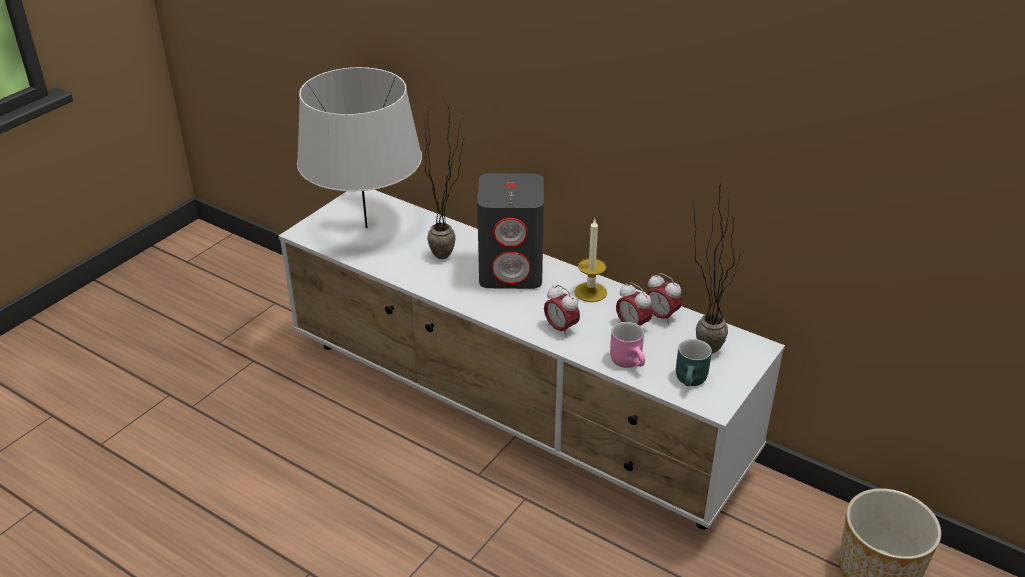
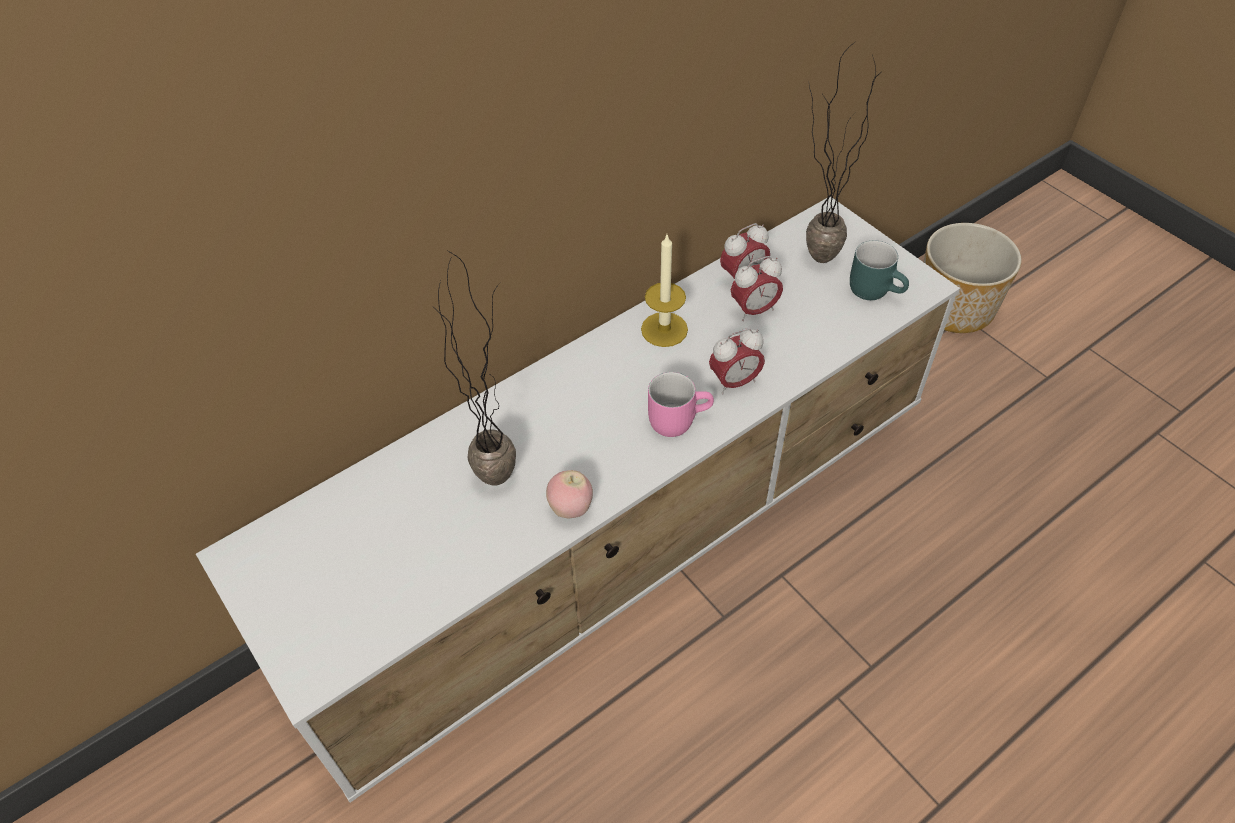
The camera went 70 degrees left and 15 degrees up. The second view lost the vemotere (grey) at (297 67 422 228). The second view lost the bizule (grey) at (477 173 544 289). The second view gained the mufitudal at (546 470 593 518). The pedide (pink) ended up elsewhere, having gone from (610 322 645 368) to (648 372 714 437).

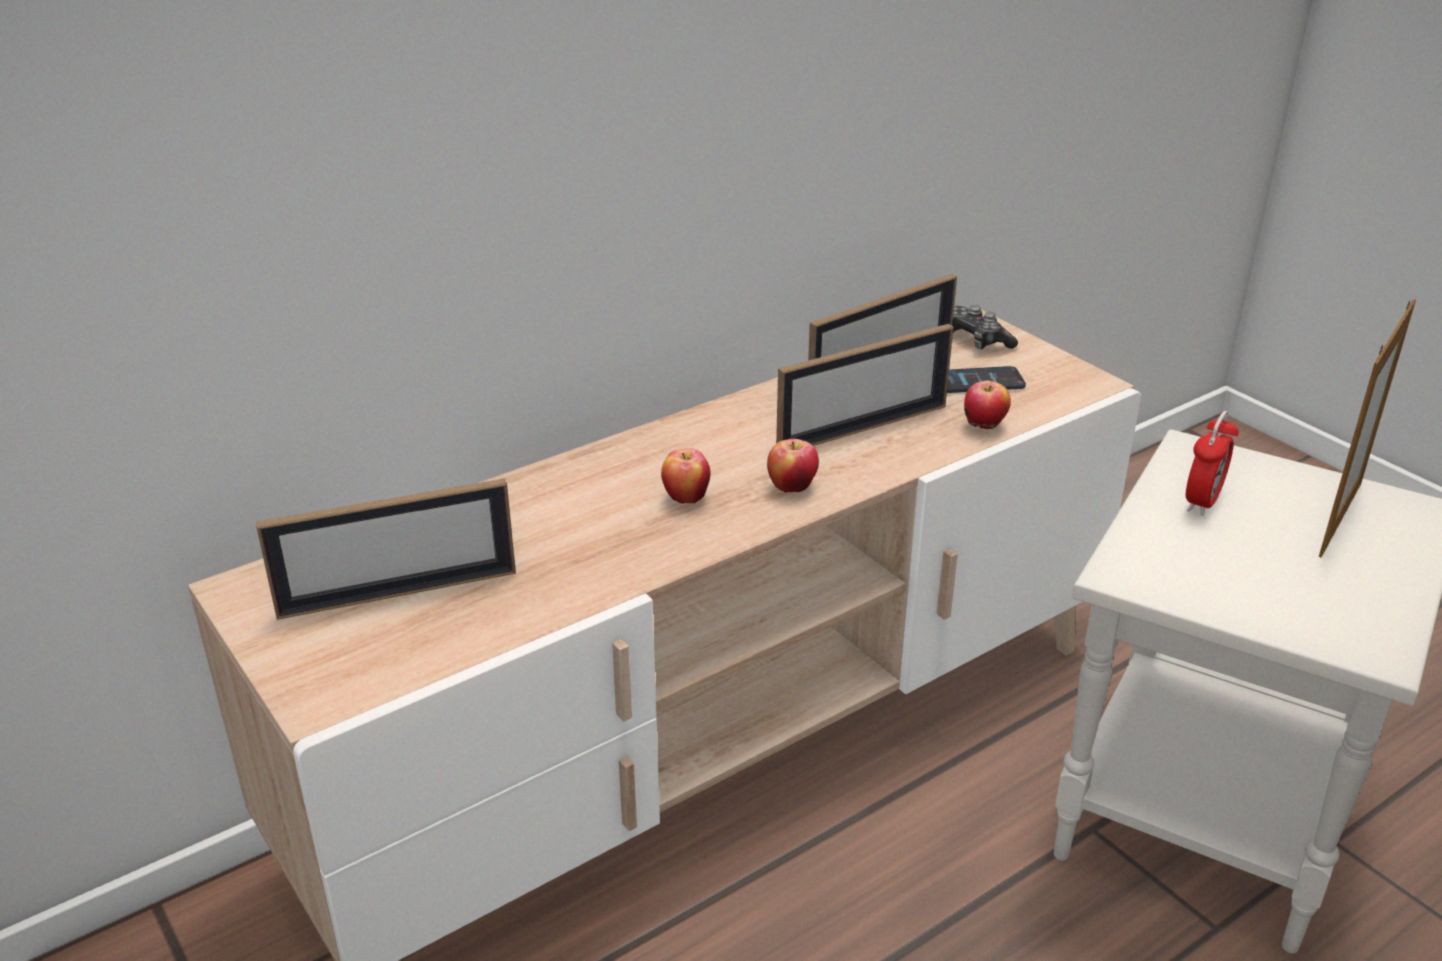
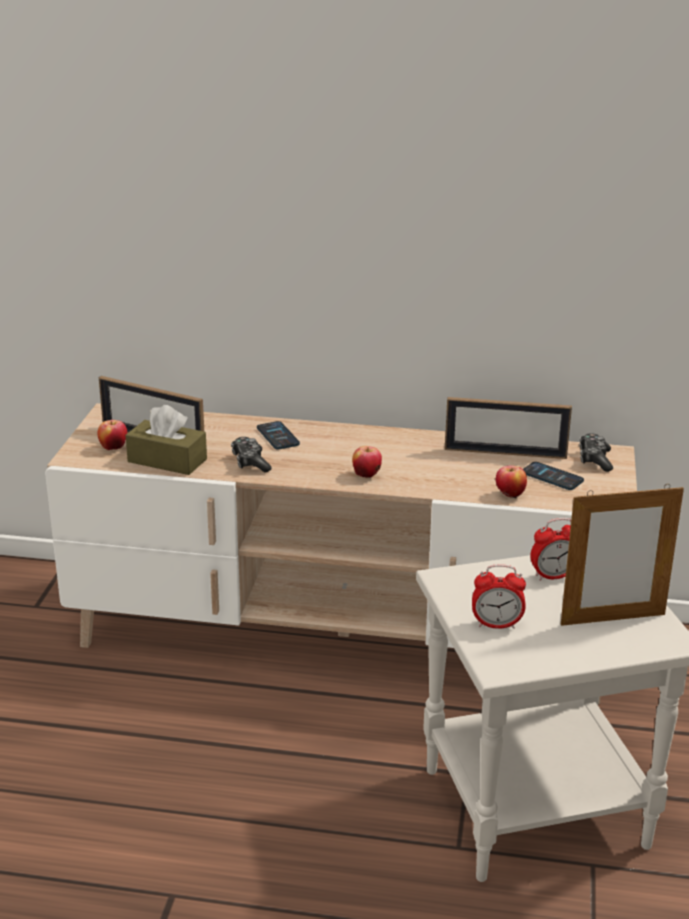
The camera went 45 degrees right and 5 degrees down. The second view lost the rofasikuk at (776 324 953 446). The second view gained the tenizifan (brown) at (126 405 207 475). The second view gained the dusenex at (231 437 272 472). The second view gained the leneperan at (257 421 300 450). The second view gained the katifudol at (472 564 526 629). The mufitudal ended up elsewhere, having gone from (661 448 710 504) to (98 420 127 450).

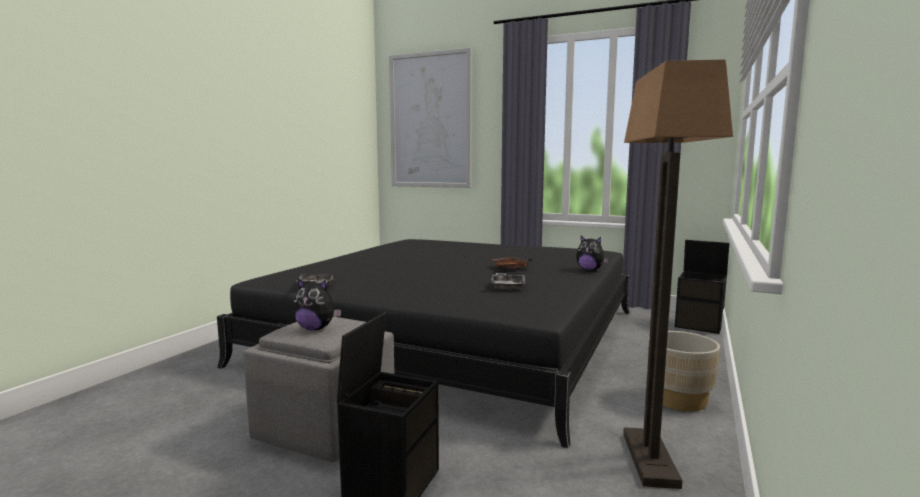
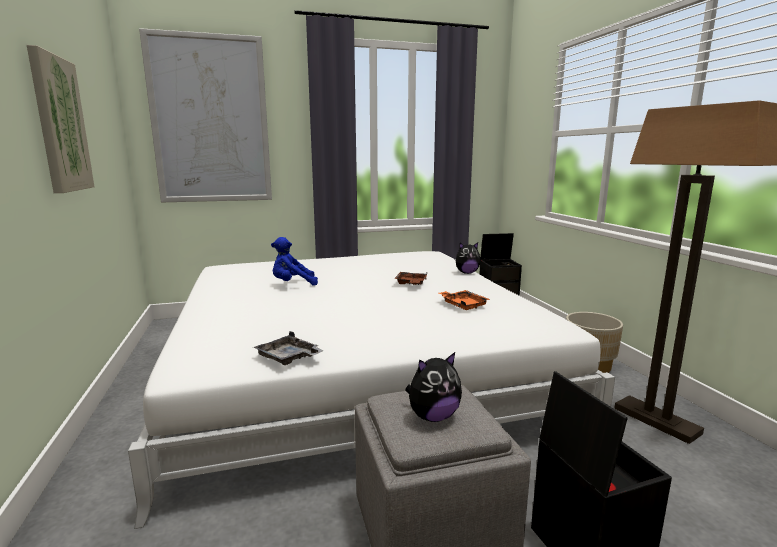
The camera went 40 degrees left and 5 degrees up. The second view gained the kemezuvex at (27 45 94 193). The second view gained the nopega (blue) at (271 237 318 286). What was the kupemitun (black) at (217 239 630 448) turned into the kupemitun (white) at (128 251 615 529). What was the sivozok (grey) at (491 273 525 290) turned into the sivozok (orange) at (439 290 490 310).

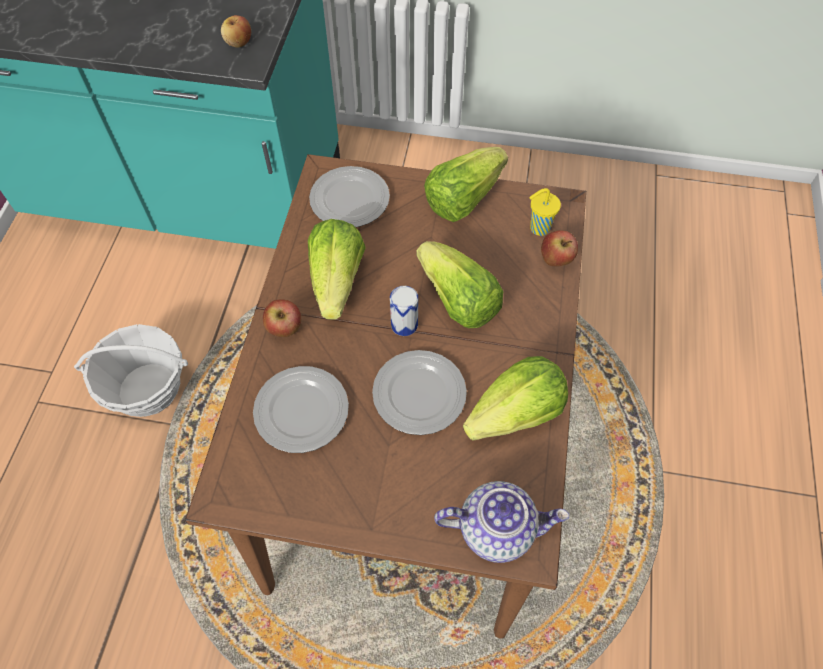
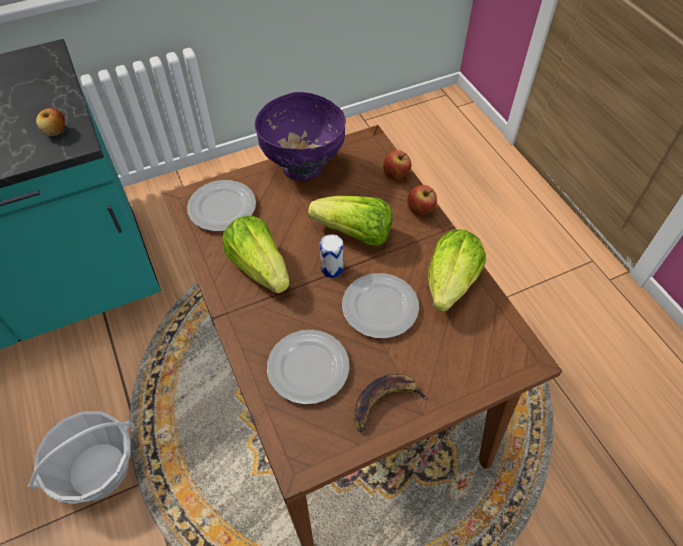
The camera went 35 degrees left and 5 degrees down. The second view lost the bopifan at (434 481 569 563). The second view lost the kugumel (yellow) at (529 188 561 236). The second view gained the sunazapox at (353 374 430 432). The mufitudal ended up elsewhere, having gone from (263 300 301 337) to (407 185 437 215). Where the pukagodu stood at (424 147 508 222), the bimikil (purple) came to stand at (255 92 346 181).

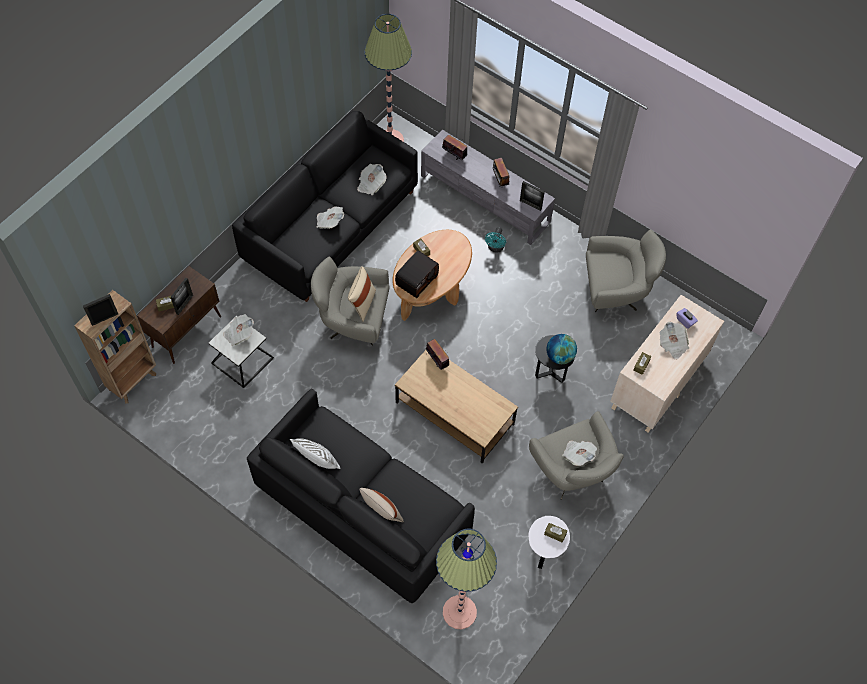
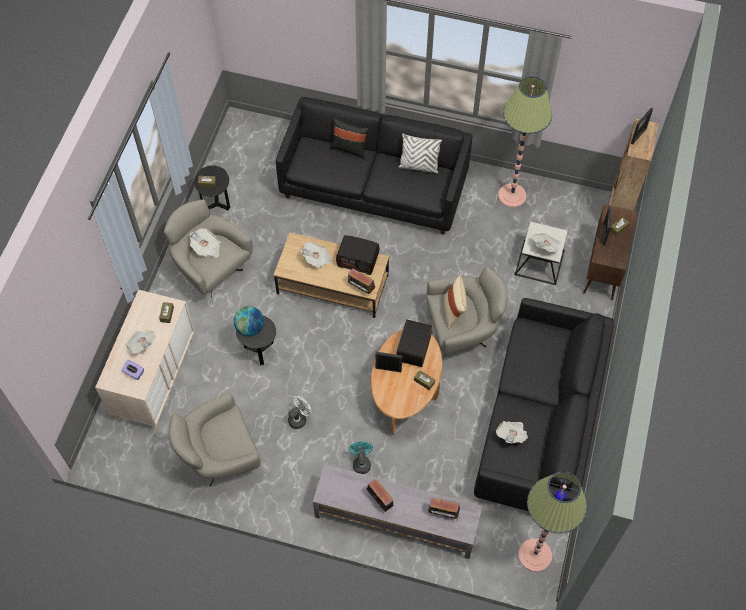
The camera went 160 degrees right and 0 degrees up. The second view gained the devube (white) at (288 396 312 429). The second view gained the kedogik at (336 235 379 275). The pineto ended up elsewhere, having gone from (317 206 344 229) to (301 242 333 268). The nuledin ended up elsewhere, having gone from (436 529 497 629) to (498 76 552 207). The rofasikuk ended up elsewhere, having gone from (520 181 545 211) to (376 352 402 372). What was the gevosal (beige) at (359 488 404 522) turned into the gevosal (black) at (330 118 369 159). What was the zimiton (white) at (528 516 570 569) turned into the zimiton (black) at (194 165 230 210).

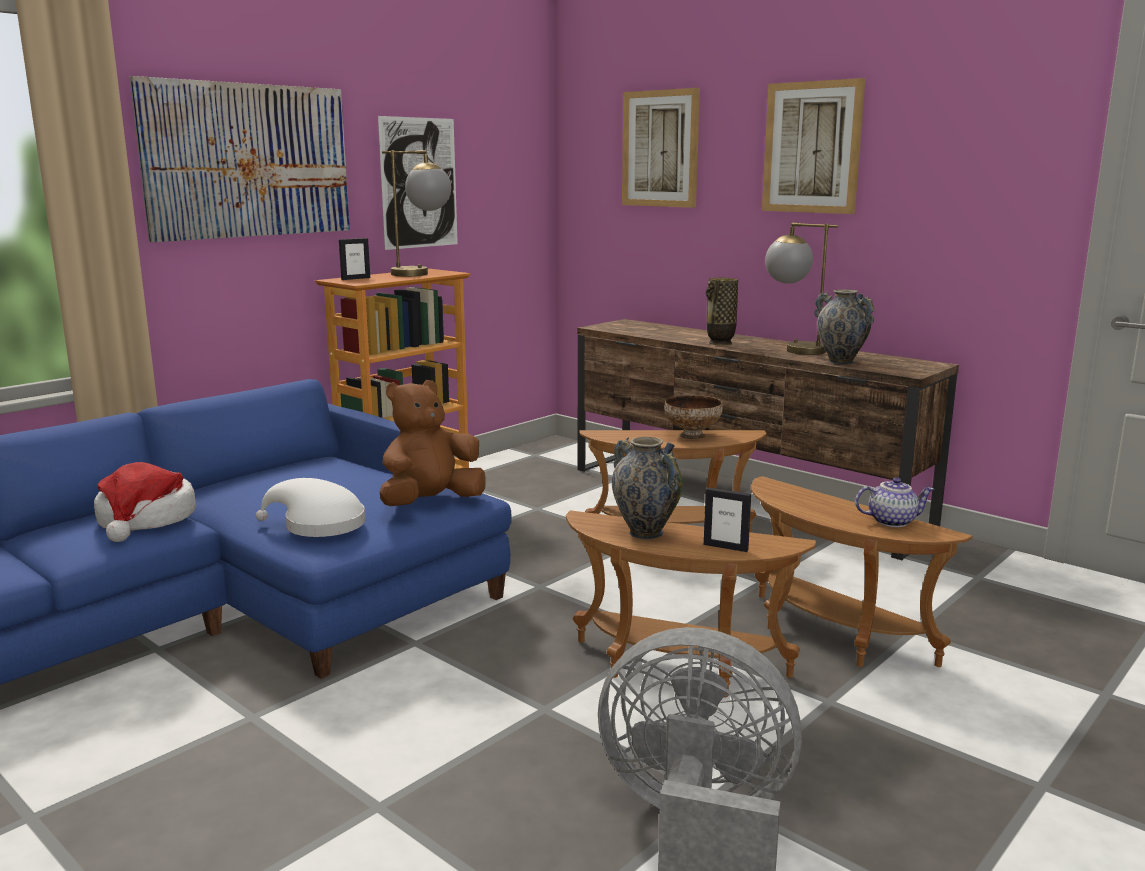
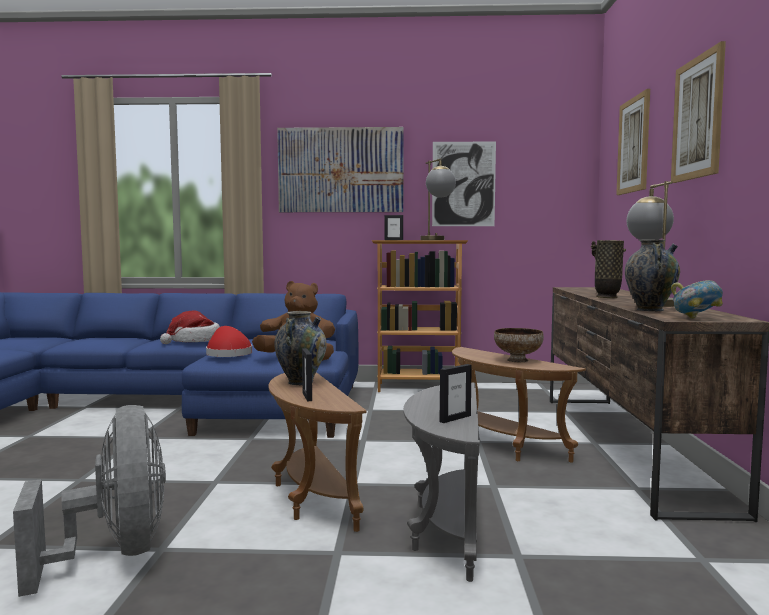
The camera went 50 degrees right and 10 degrees down. The second view gained the bimikil at (671 280 723 319). Where the bopifan stood at (855 477 934 527), the rofasikuk came to stand at (439 364 472 423). What was the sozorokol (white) at (256 478 366 537) turned into the sozorokol (red) at (206 326 252 357). What was the zimiton (brown) at (751 476 972 667) turned into the zimiton (grey) at (404 383 480 582).

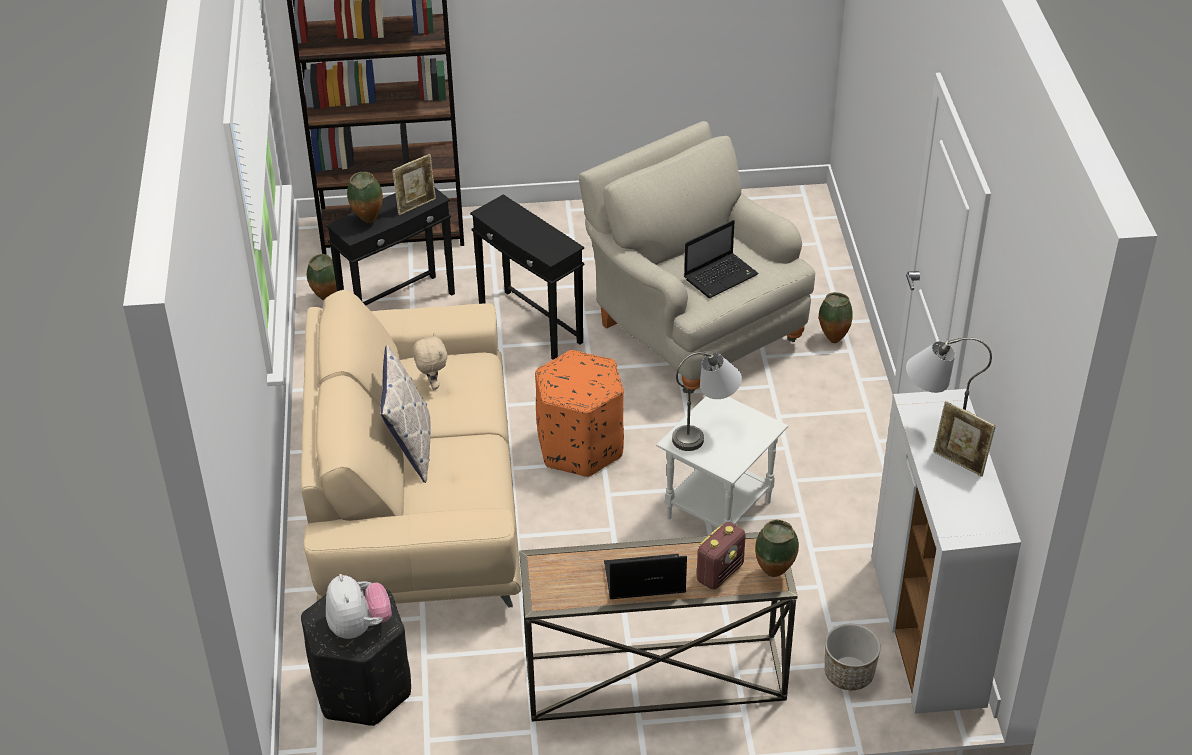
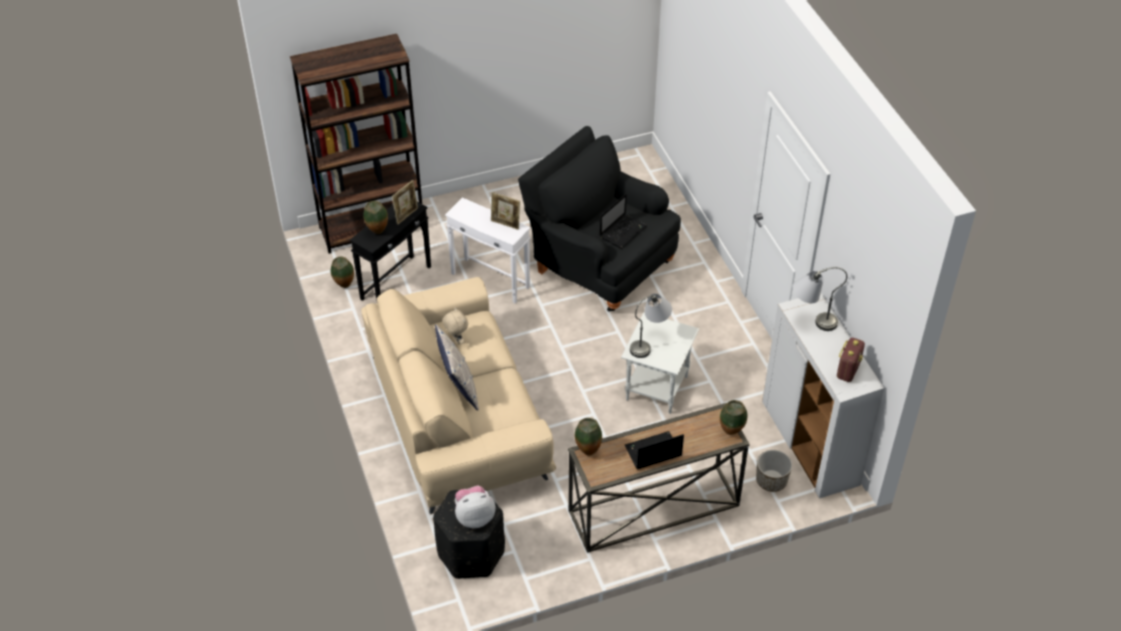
The camera went 15 degrees left and 5 degrees up. The second view lost the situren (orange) at (535 350 624 477). The kedogik ended up elsewhere, having gone from (697 522 746 590) to (837 338 865 382). The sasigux ended up elsewhere, having gone from (819 292 853 343) to (575 418 602 456). The rofasikuk ended up elsewhere, having gone from (933 401 996 477) to (491 192 520 230). What was the zimiton (black) at (470 194 585 360) turned into the zimiton (white) at (445 197 531 304). What was the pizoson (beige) at (579 121 815 394) turned into the pizoson (black) at (518 126 681 312). The nopega at (326 574 392 639) ended up facing another way, 75 degrees counterclockwise from before.

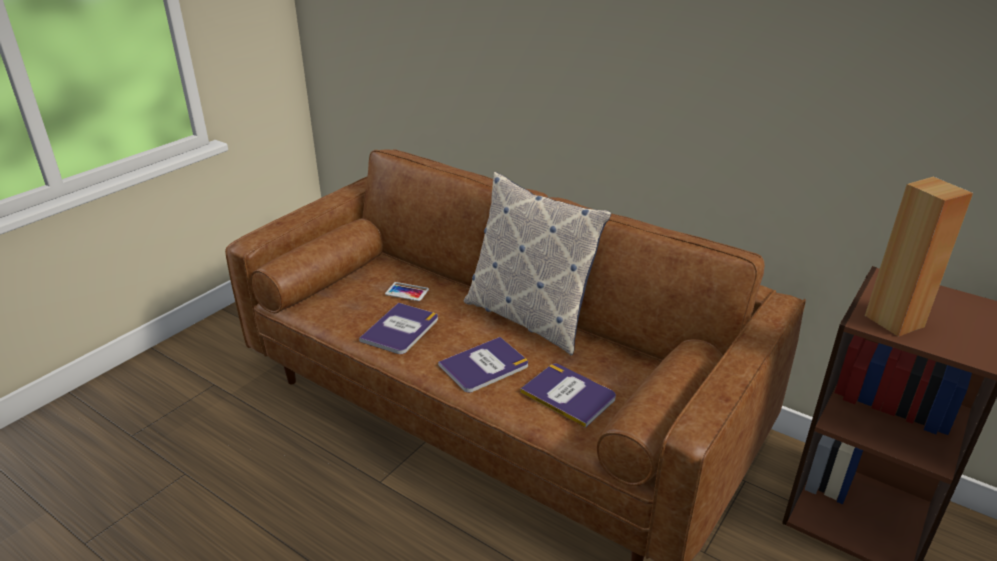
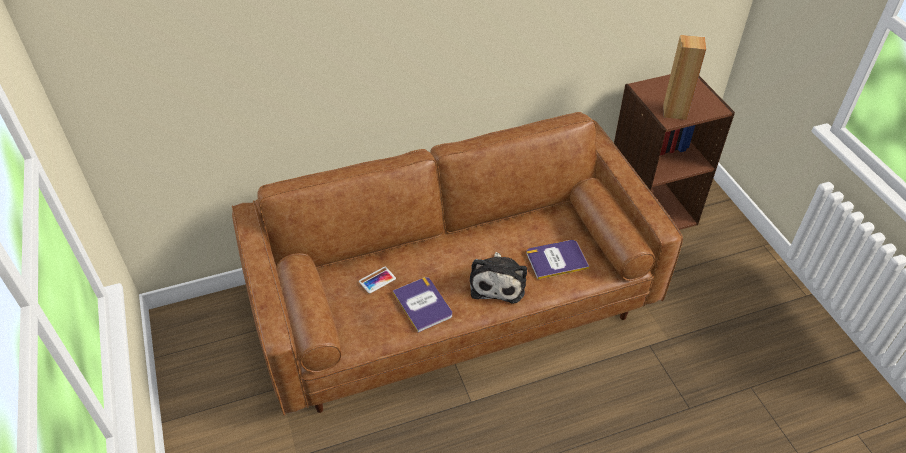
The camera went 55 degrees left and 15 degrees up. The second view lost the gevosal at (464 172 611 356). Where the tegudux stood at (438 337 528 393), the nopega came to stand at (470 252 527 304).

